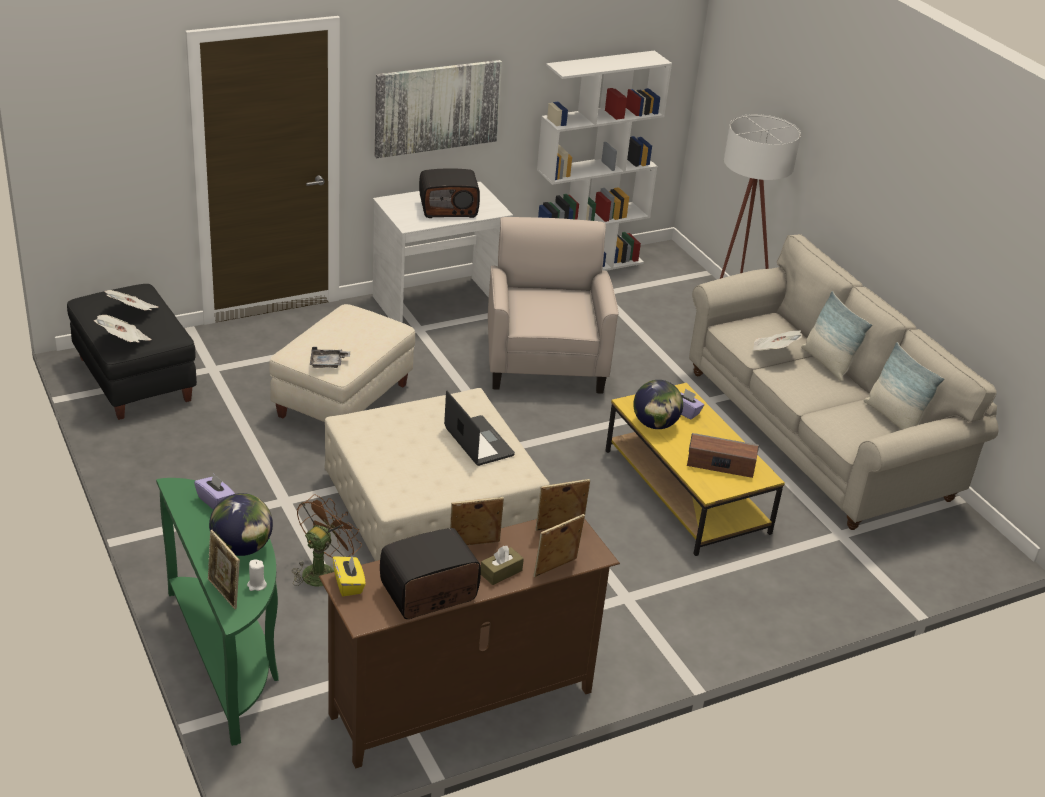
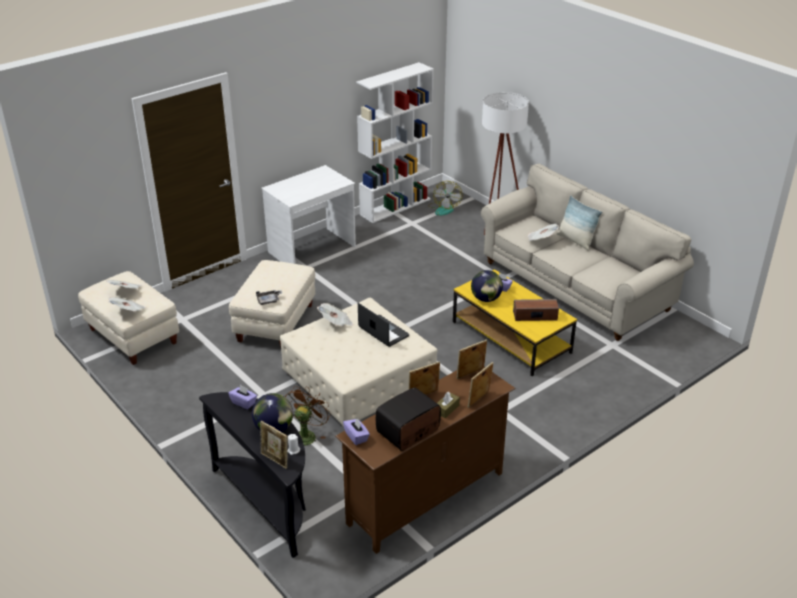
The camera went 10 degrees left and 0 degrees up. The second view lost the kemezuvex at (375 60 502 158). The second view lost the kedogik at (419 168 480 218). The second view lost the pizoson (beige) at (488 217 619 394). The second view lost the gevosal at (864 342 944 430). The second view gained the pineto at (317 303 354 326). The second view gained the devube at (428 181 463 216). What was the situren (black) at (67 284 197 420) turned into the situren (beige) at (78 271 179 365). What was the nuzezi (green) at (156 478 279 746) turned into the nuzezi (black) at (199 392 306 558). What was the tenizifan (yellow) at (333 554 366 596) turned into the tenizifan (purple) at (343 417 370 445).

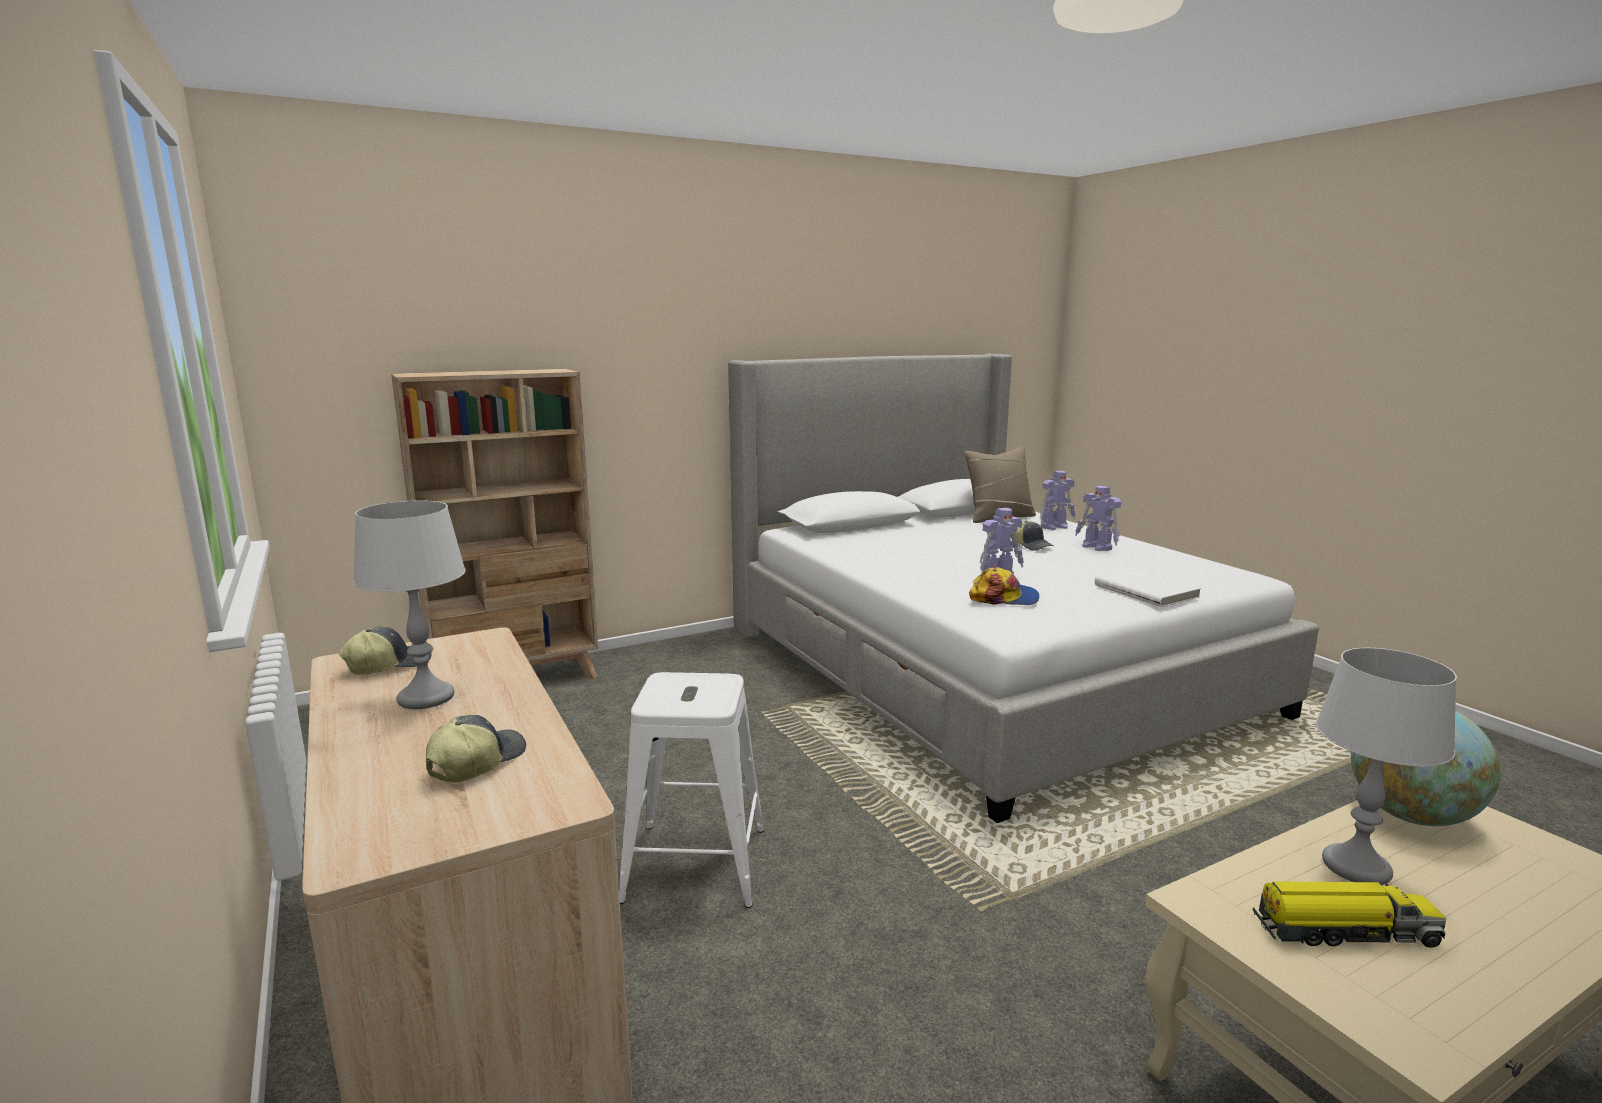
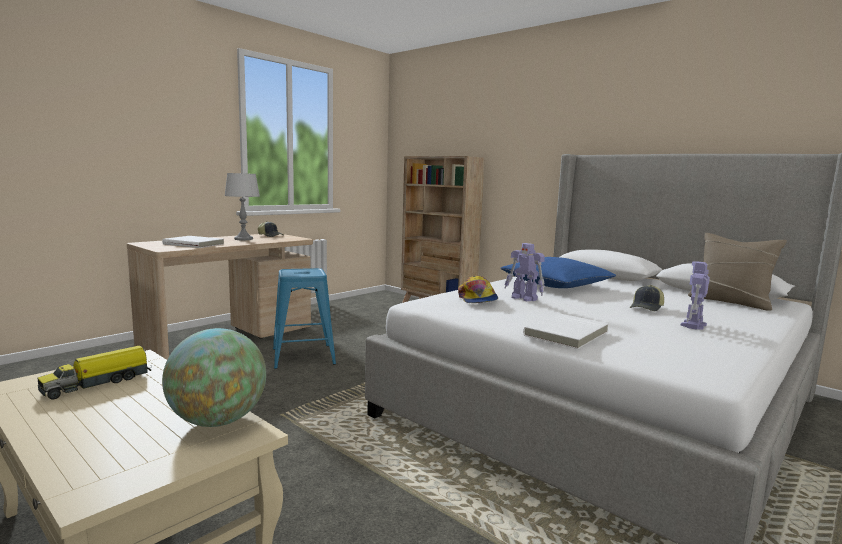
The camera went 70 degrees right and 5 degrees down. The second view lost the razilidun at (1039 471 1075 530). The second view lost the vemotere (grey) at (1316 648 1457 885). The second view gained the gevosal (blue) at (500 257 616 288). Where the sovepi stood at (426 715 526 782), the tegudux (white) came to stand at (162 236 224 248). What was the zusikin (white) at (619 672 764 908) turned into the zusikin (blue) at (273 268 336 369). The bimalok at (1253 881 1446 947) ended up facing another way, 60 degrees clockwise from before.

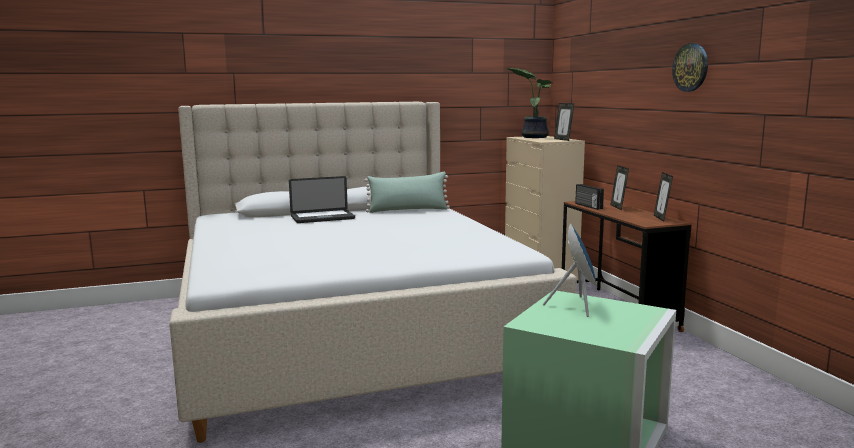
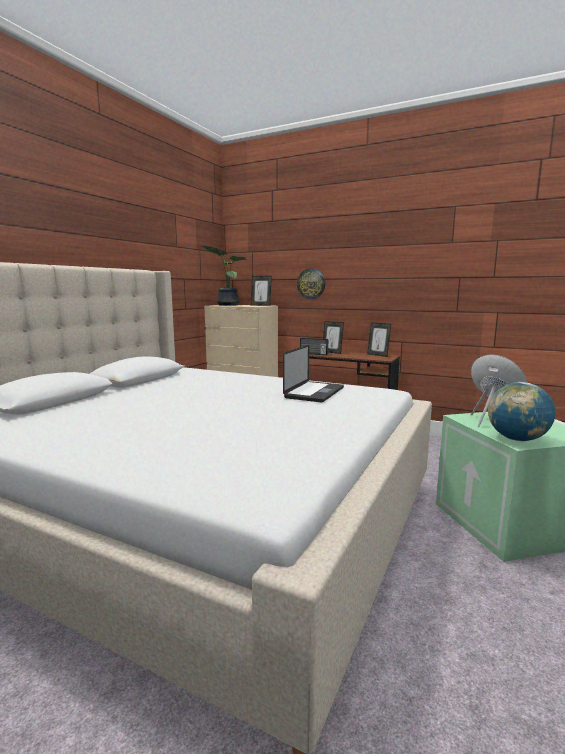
The camera went 45 degrees left and 0 degrees up. The second view lost the gevosal (green) at (364 172 450 213). The second view gained the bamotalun at (488 382 555 441). The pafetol ended up elsewhere, having gone from (289 176 355 223) to (283 345 344 403). The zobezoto ended up elsewhere, having gone from (672 43 708 92) to (297 268 325 299).

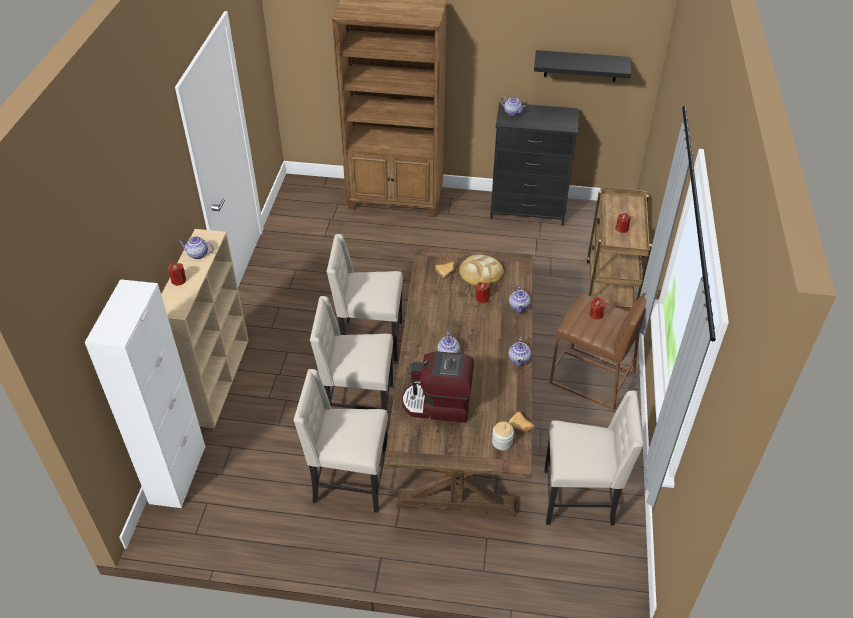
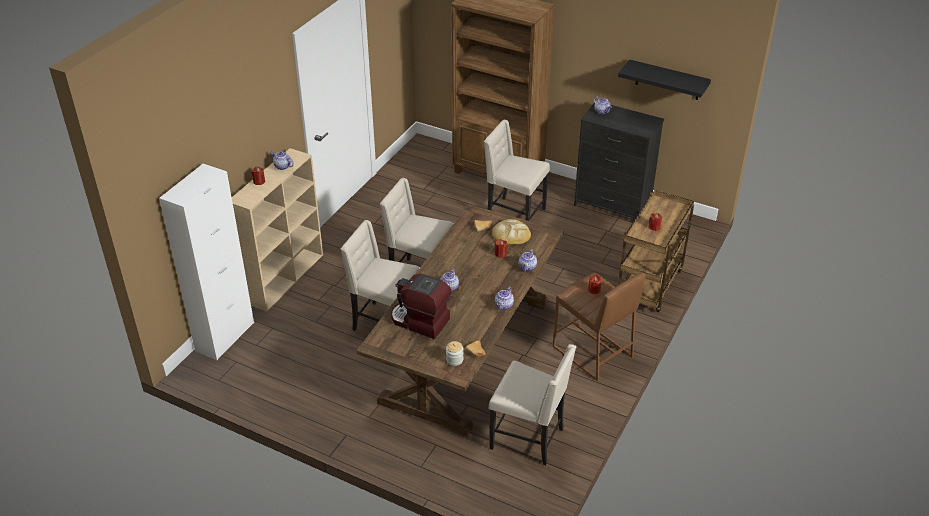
The camera went 20 degrees right and 5 degrees down. The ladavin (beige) ended up elsewhere, having gone from (293 369 388 513) to (484 120 550 221).

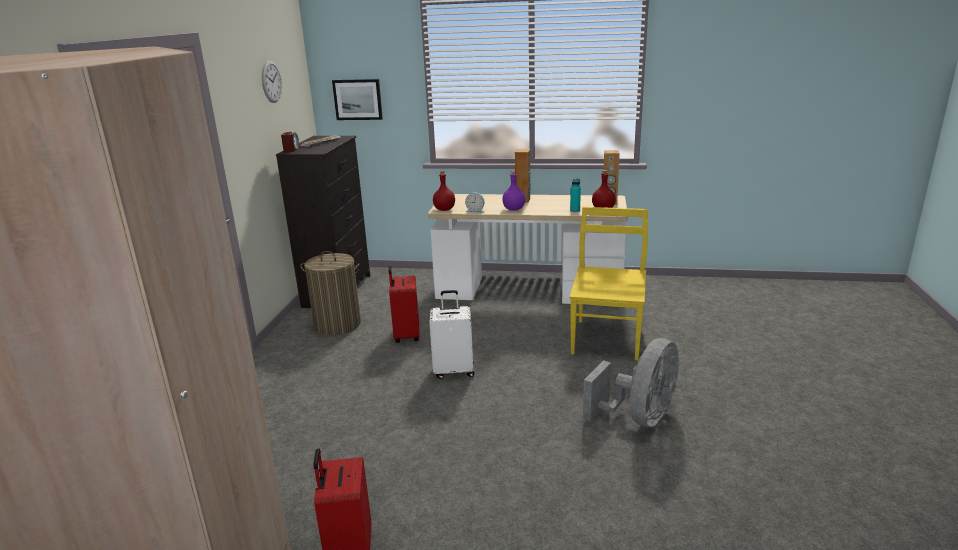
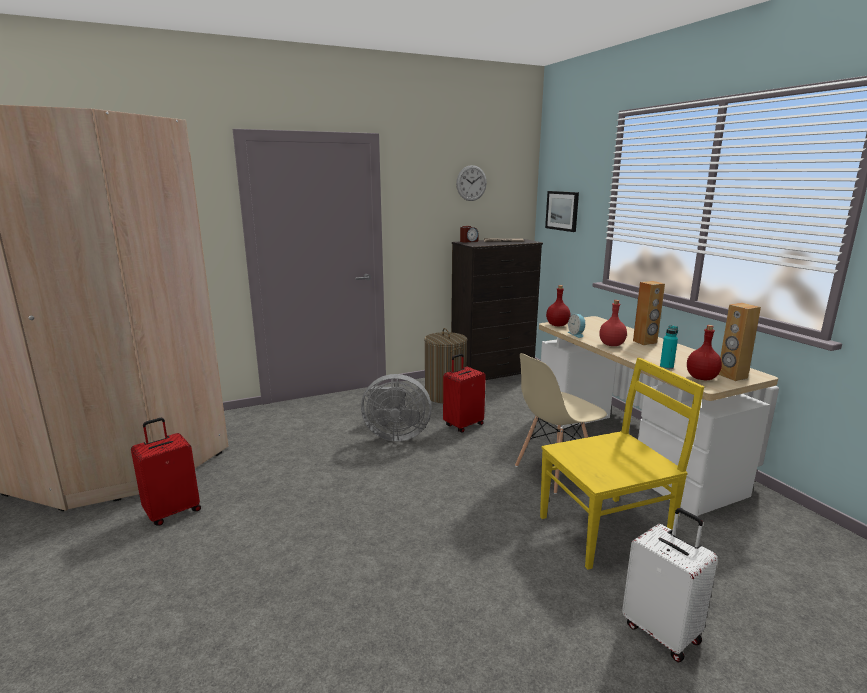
The camera went 55 degrees right and 5 degrees down. The second view gained the ladavin (beige) at (515 353 607 494). The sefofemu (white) ended up elsewhere, having gone from (429 290 474 379) to (622 508 718 662). The devube (grey) ended up elsewhere, having gone from (583 338 679 427) to (361 374 432 442). What was the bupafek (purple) at (502 171 525 211) turned into the bupafek (red) at (599 300 627 346).

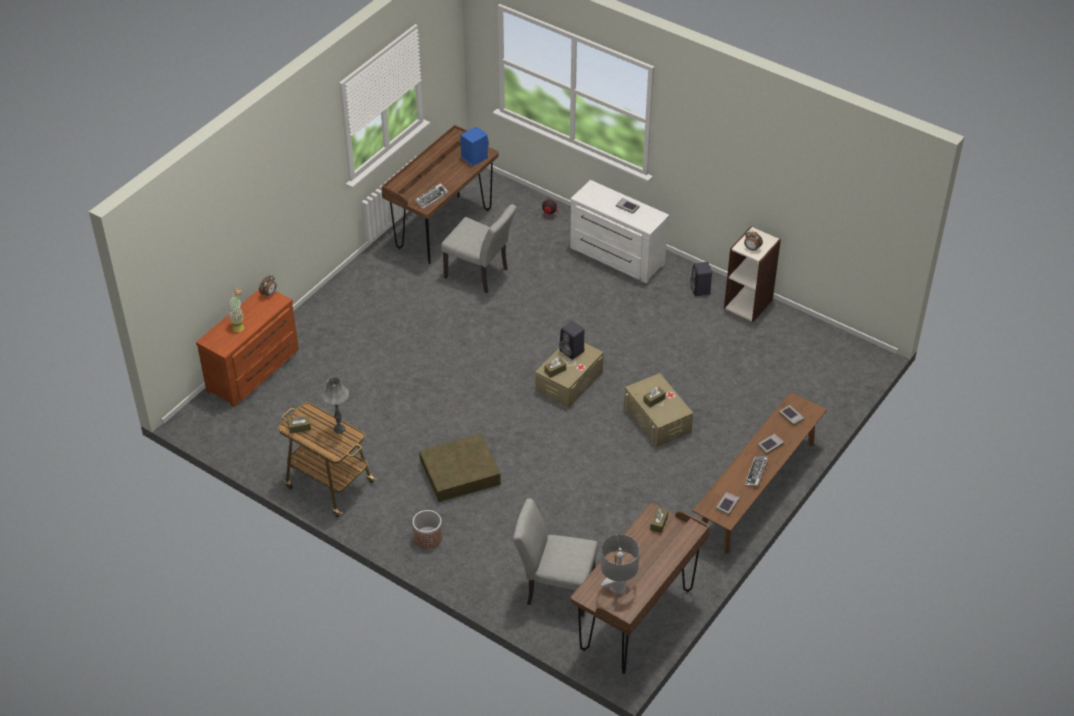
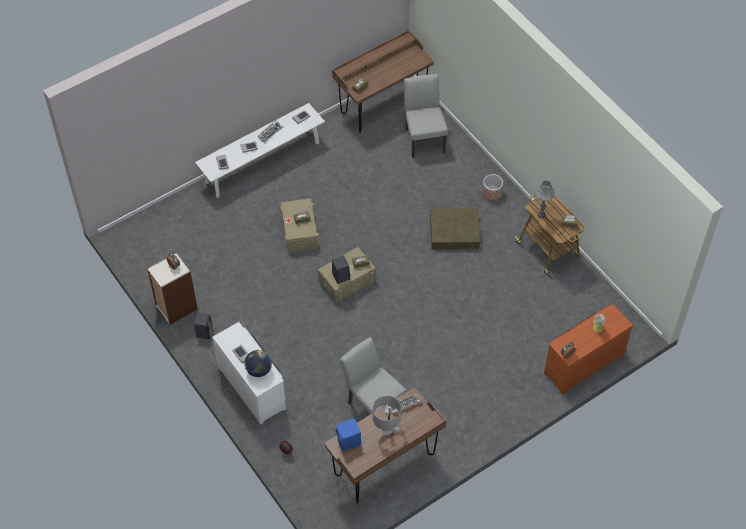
The camera went 160 degrees left and 10 degrees up. The second view gained the bamotalun at (245 350 272 377). The vemotere (grey) ended up elsewhere, having gone from (600 534 640 594) to (373 396 401 435). What was the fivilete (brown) at (693 392 827 554) turned into the fivilete (white) at (195 103 325 198). The ladavin (grey) at (513 498 598 617) ended up facing another way, 135 degrees counterclockwise from before.

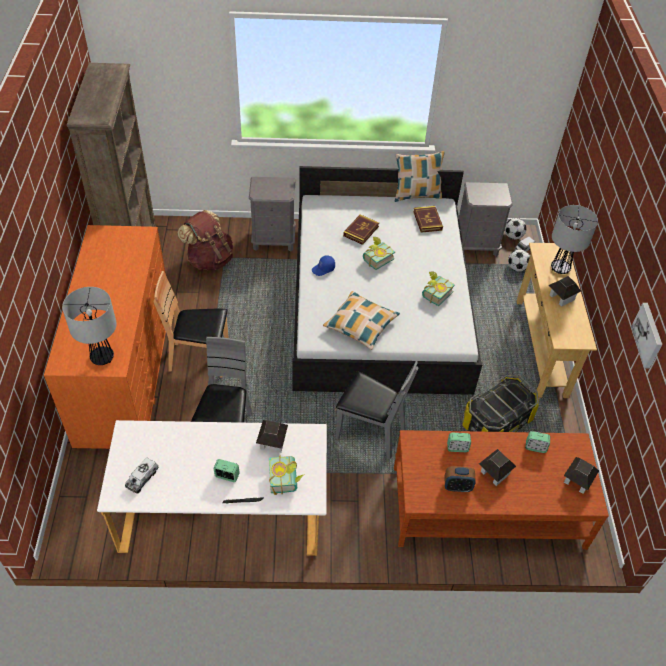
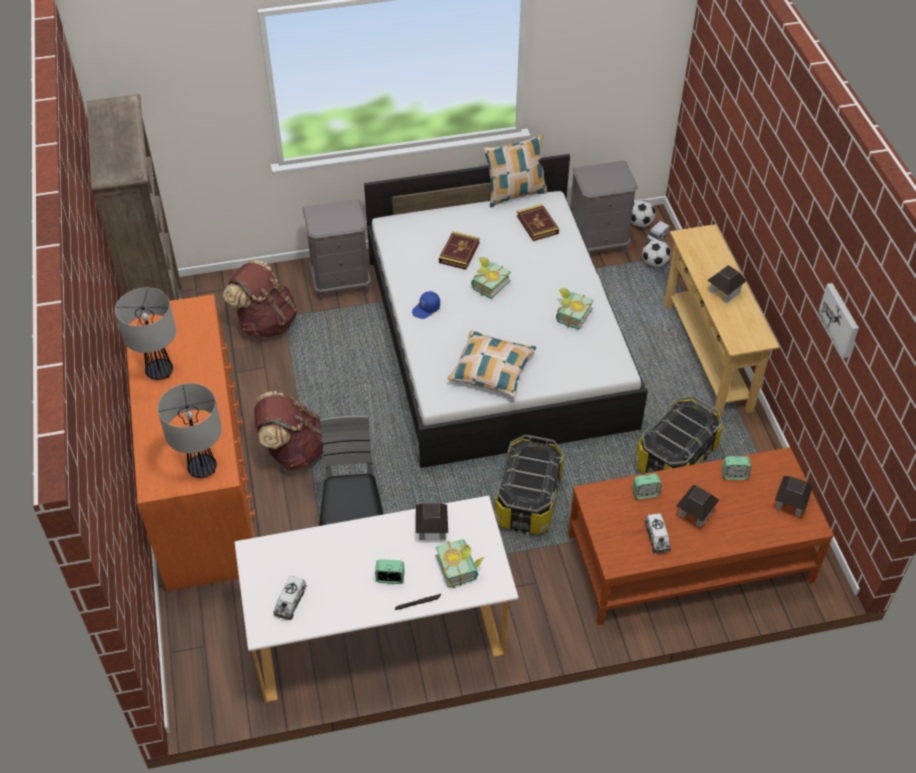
The camera went 10 degrees left and 0 degrees up. The vemotere ended up elsewhere, having gone from (551 205 598 274) to (115 288 176 380). Where the ladavin (brown) stood at (154 271 229 378), the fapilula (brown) came to stand at (254 391 323 470). Where the ladavin (grey) stood at (336 361 419 459), the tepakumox came to stand at (495 435 564 535). Where the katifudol stood at (445 466 476 492), the bimalok came to stand at (645 513 671 554).

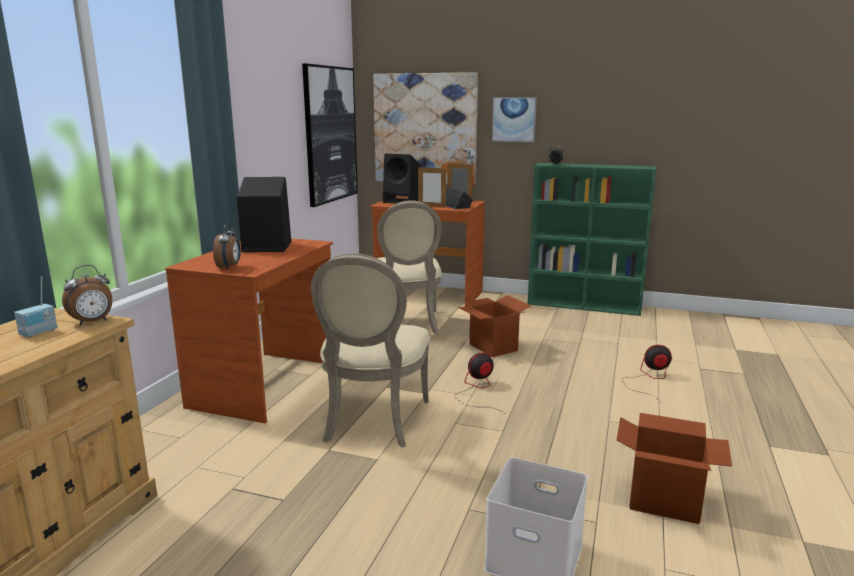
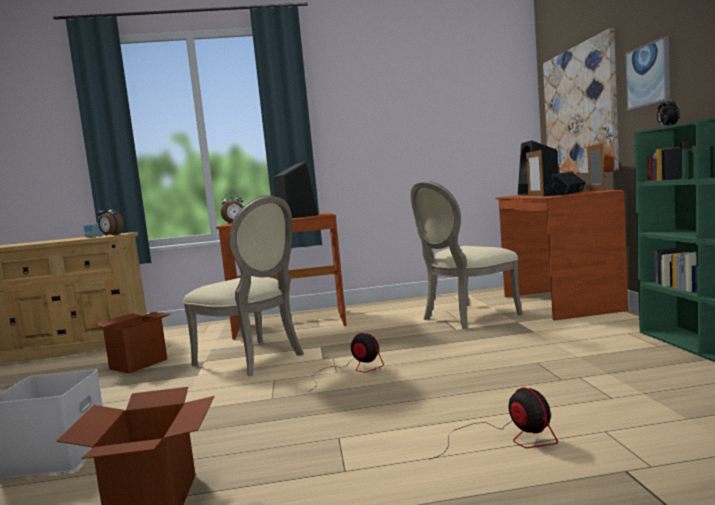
The camera went 65 degrees right and 10 degrees down. The second view lost the kemezuvex at (302 63 358 207). The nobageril ended up elsewhere, having gone from (458 295 531 357) to (90 312 172 374). The ladavin (beige) at (311 253 430 447) ended up facing another way, 120 degrees counterclockwise from before.

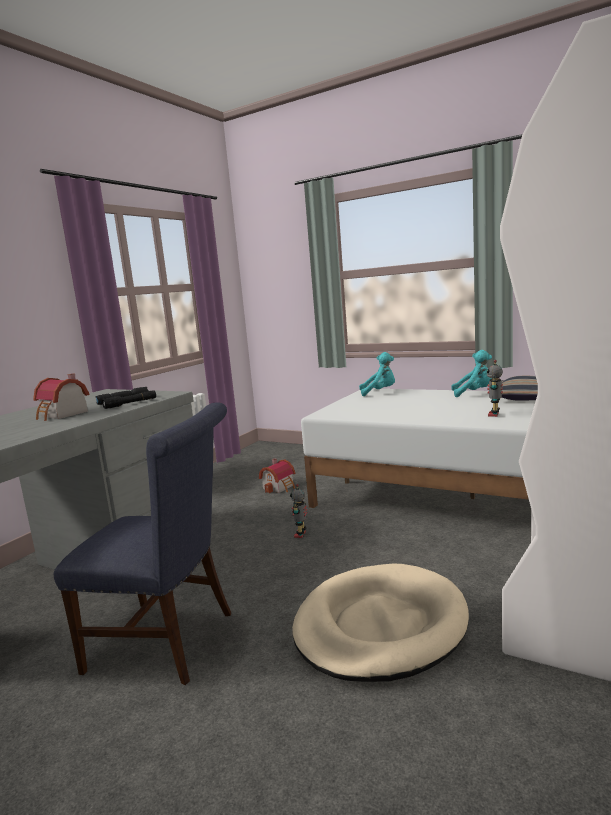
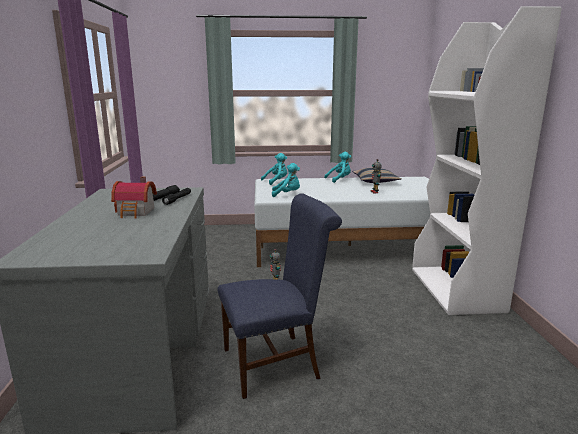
The camera went 35 degrees left and 5 degrees up. The second view lost the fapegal at (259 458 295 493). The second view lost the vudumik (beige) at (292 564 469 682). The second view gained the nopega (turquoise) at (272 163 300 197).

